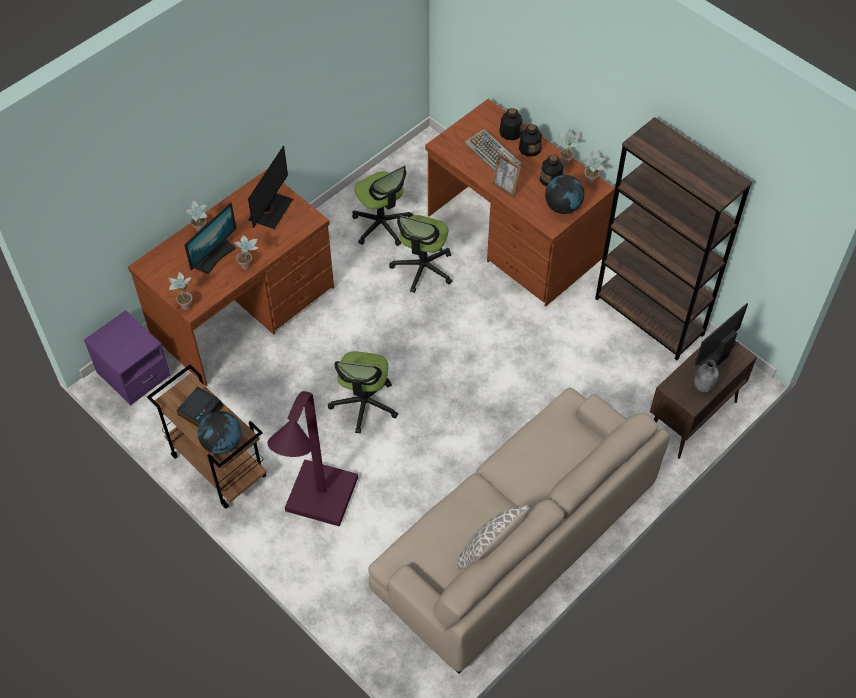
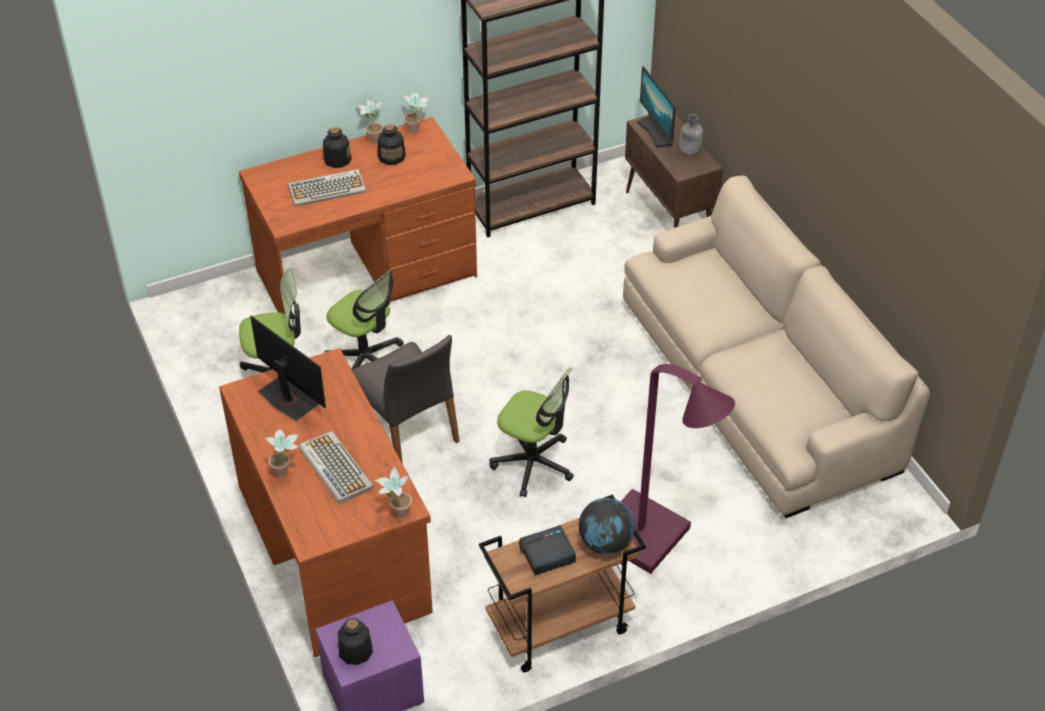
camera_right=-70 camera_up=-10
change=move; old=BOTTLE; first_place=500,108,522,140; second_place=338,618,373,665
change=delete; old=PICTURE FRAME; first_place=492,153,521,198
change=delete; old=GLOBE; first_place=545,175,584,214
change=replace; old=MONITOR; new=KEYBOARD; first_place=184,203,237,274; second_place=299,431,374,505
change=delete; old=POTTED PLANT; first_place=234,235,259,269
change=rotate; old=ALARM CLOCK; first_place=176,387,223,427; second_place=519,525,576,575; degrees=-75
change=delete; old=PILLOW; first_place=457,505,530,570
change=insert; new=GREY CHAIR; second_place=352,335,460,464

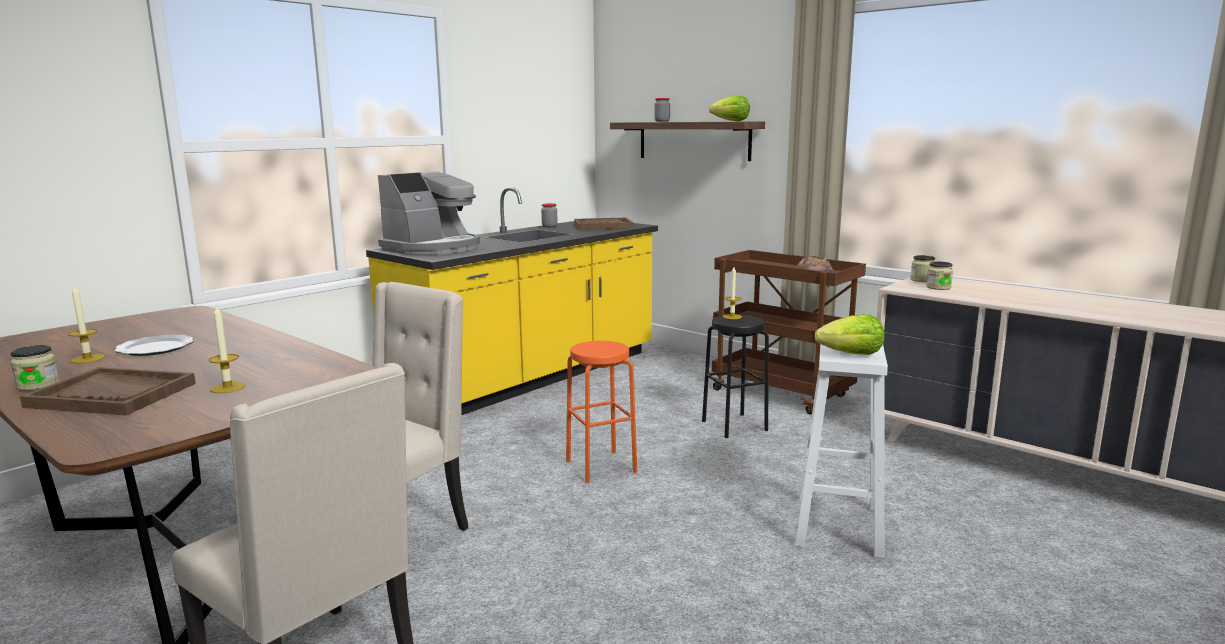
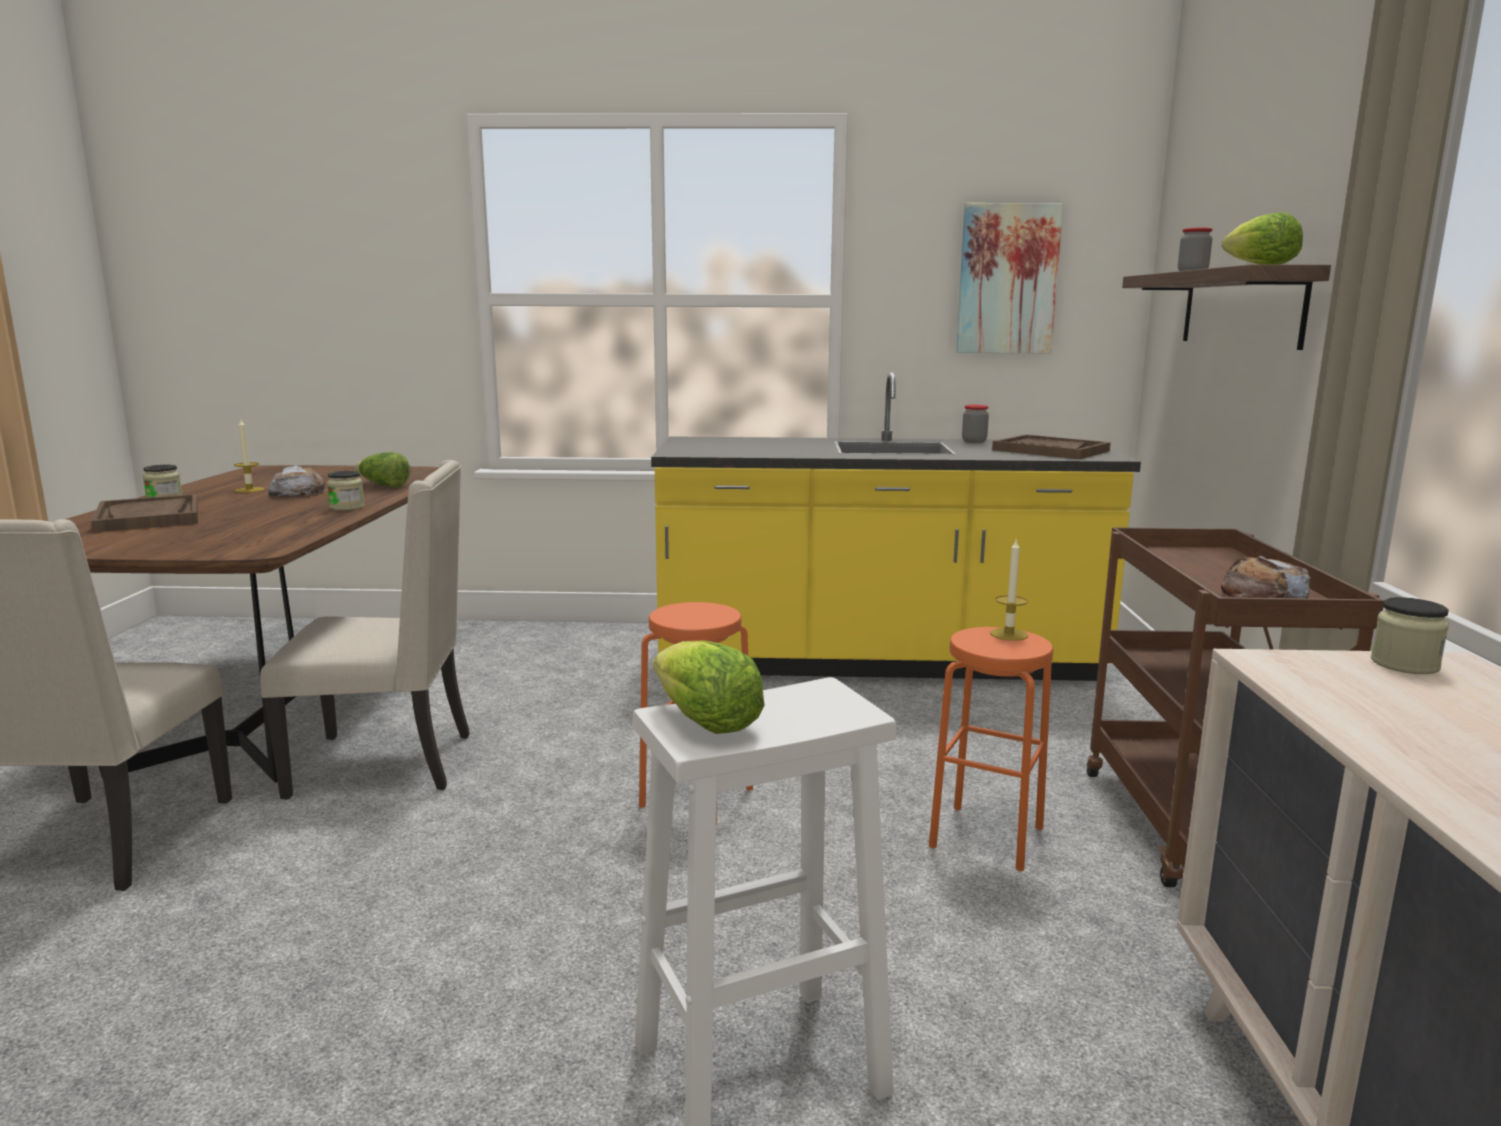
camera_right=50 camera_up=0
change=delete; old=COFFEE MACHINE; first_place=378,171,480,255
change=move; old=JAR; first_place=926,261,953,290; second_place=327,471,365,511
change=delete; old=CANDLE; first_place=209,304,245,393
change=recolor; old=BLACK STOOL; new=ORANGE STOOL; first_place=702,314,769,438; second_place=929,627,1053,871
change=replace; old=PLATE; new=BREAD; first_place=115,335,193,356; second_place=267,465,328,497
change=insert; new=PICTURE; second_place=956,203,1063,354
change=insert; new=LETTUCE; second_place=356,452,410,488

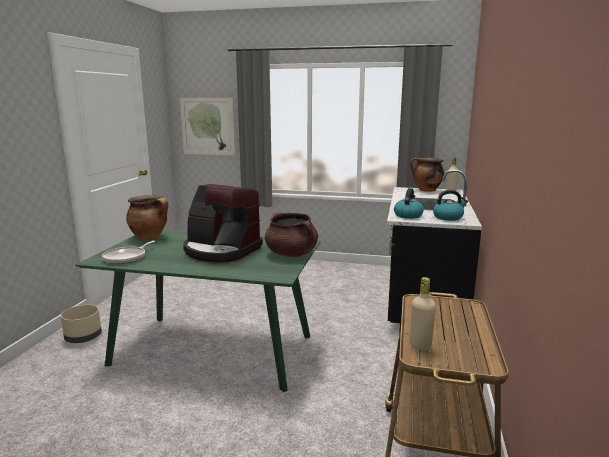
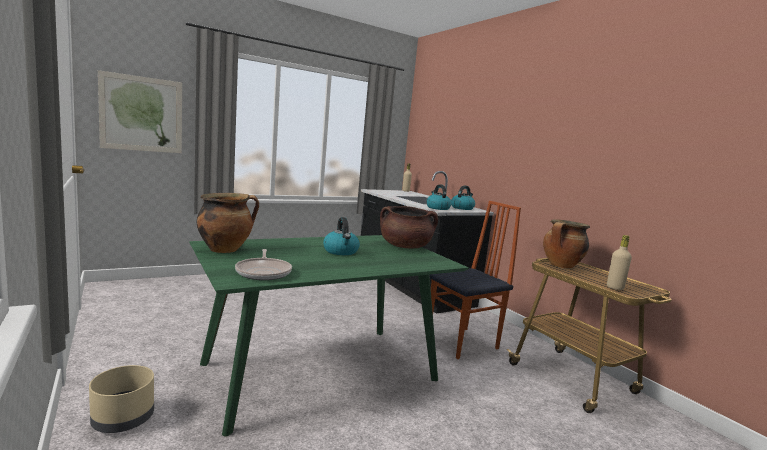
camera_right=-45 camera_up=-5
change=move; old=COOKING POT; first_place=410,158,444,192; second_place=543,219,590,269
change=replace; old=COFFEE MACHINE; new=KETTLE; first_place=183,184,263,263; second_place=323,217,360,255
change=insert; new=CHAIR; second_place=429,201,521,359

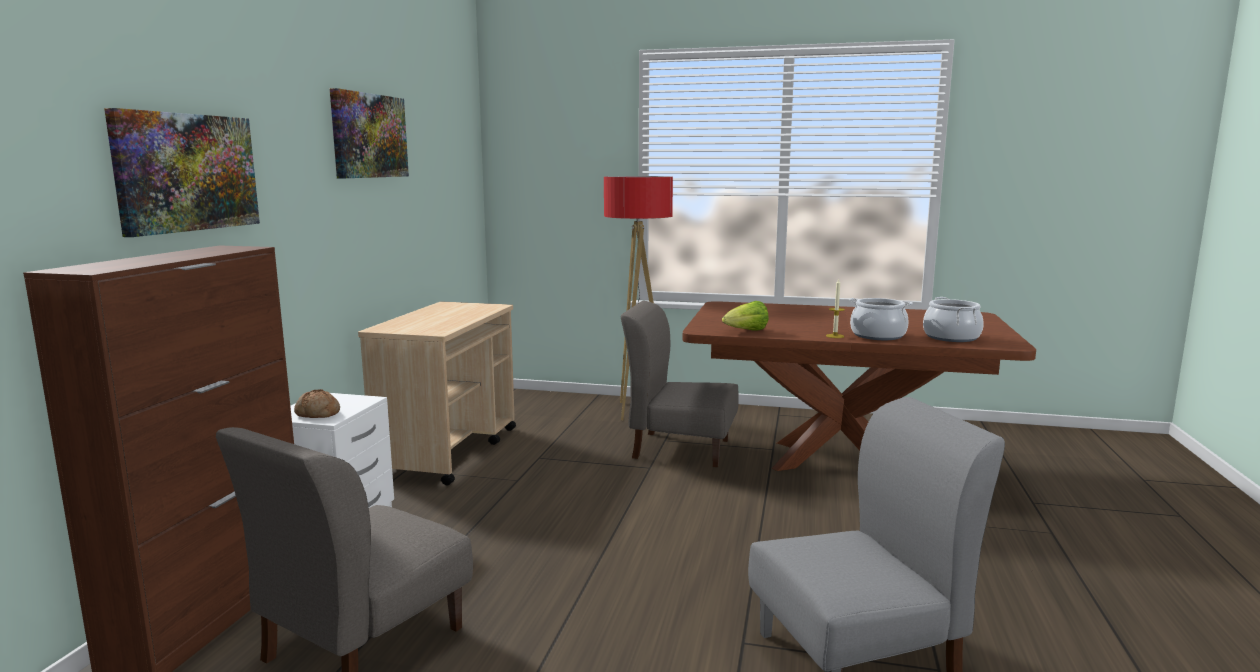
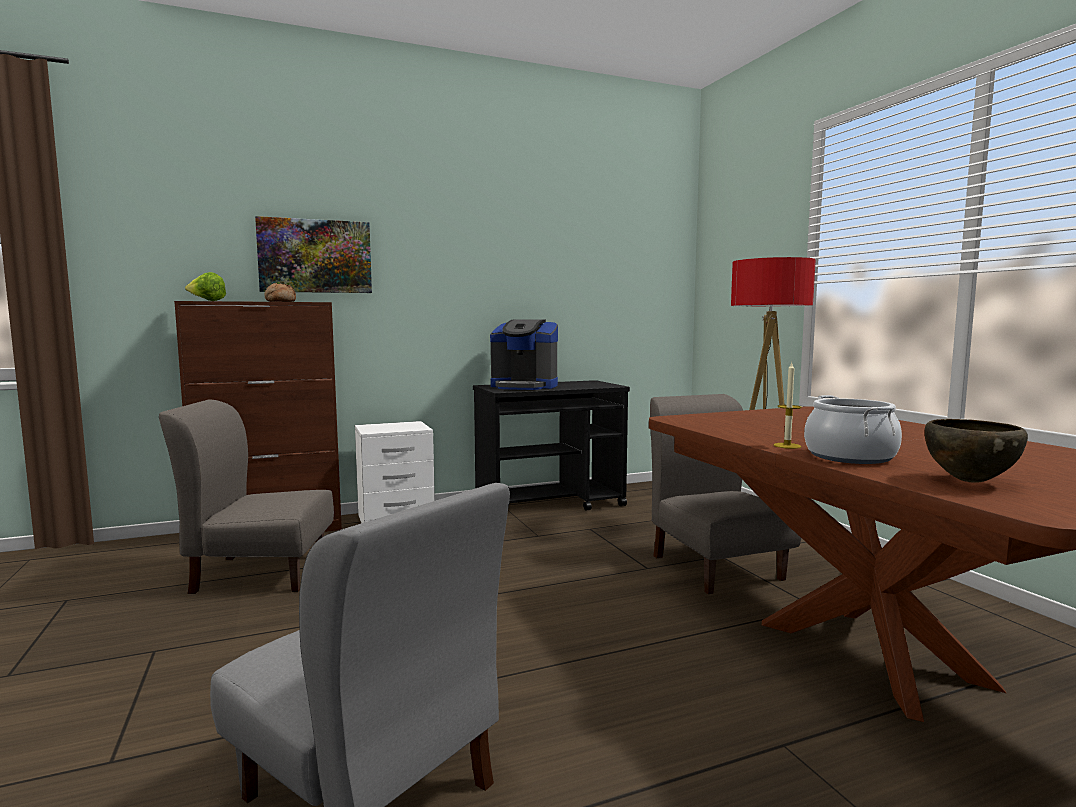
camera_right=55 camera_up=-5
change=delete; old=PICTURE; first_place=330,88,409,178
change=replace; old=COOKING POT; new=BROWN BOWL; first_place=923,297,984,342; second_place=925,419,1028,483
change=move; old=LETTUCE; first_place=722,301,769,331; second_place=185,272,226,301
change=recolor; old=BEIGE CART; new=BLACK CART; first_place=358,302,516,485; second_place=473,380,630,511
change=move; old=BREAD; first_place=294,389,340,418; second_place=264,283,296,302
change=insert; new=COFFEE MACHINE; second_place=490,319,558,390

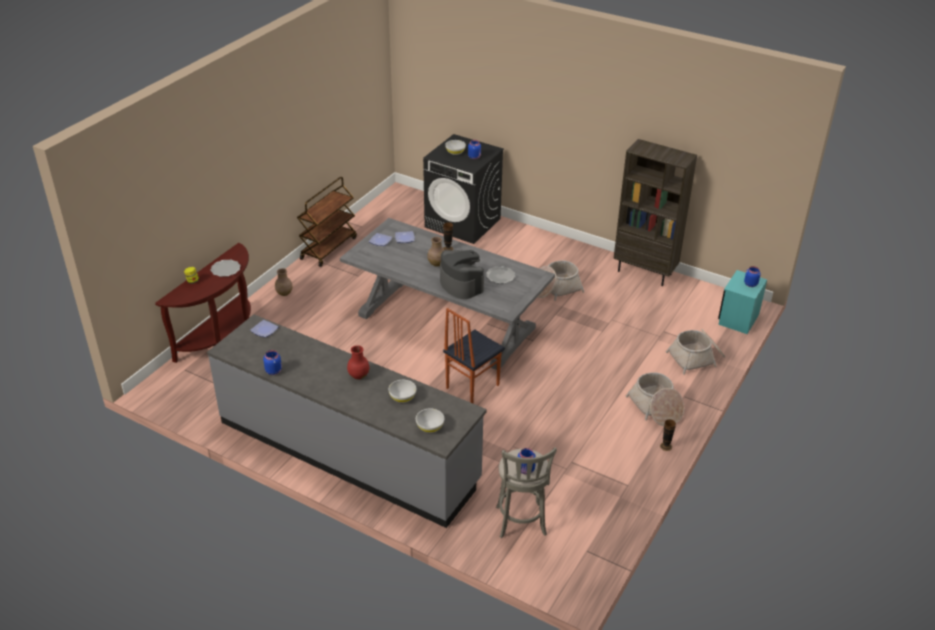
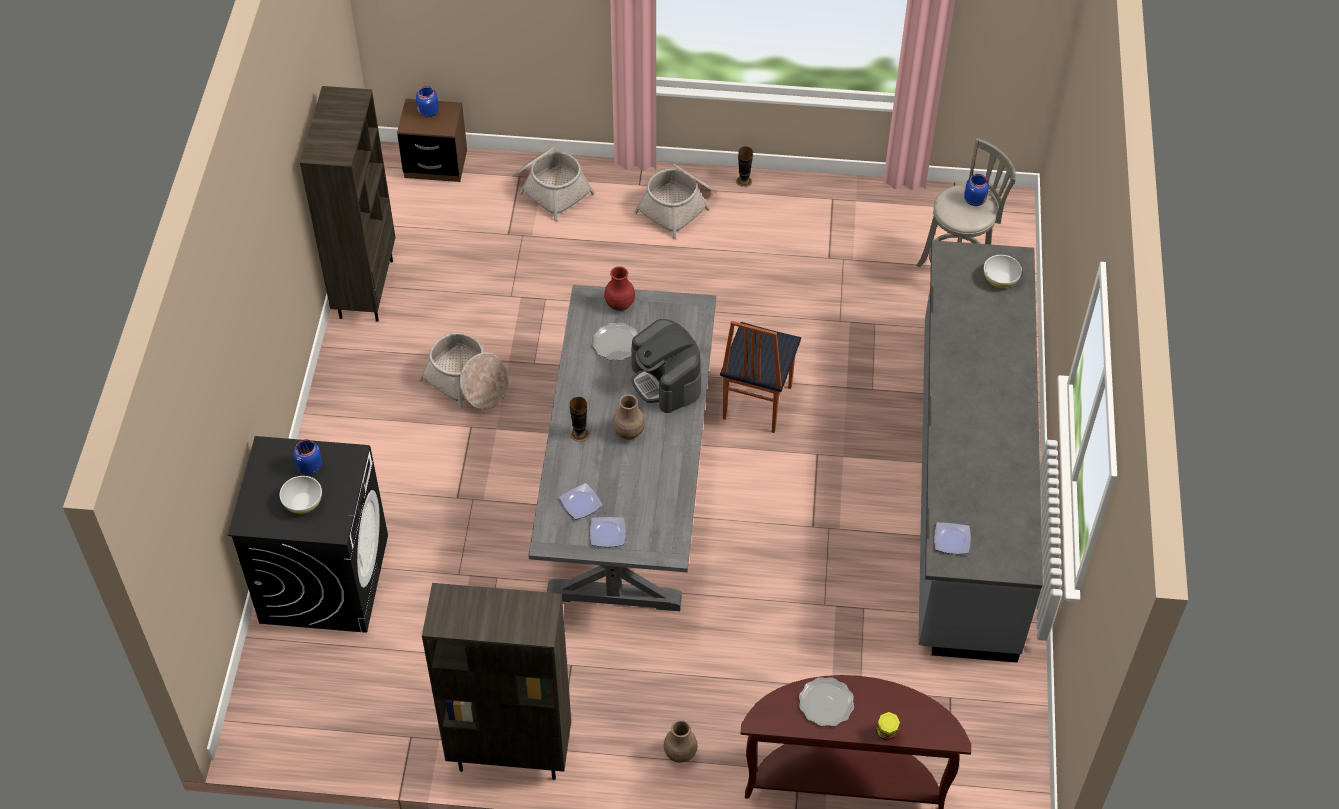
camera_right=-115 camera_up=15
change=replace; old=BROWN CART; new=BROWN BOOKCASE; first_place=297,177,357,267; second_place=422,583,571,780
change=rotate; old=COFFEE MACHINE; first_place=440,250,484,299; second_place=631,319,701,413; degrees=-60
change=recolor; old=TURQUOISE NIGHTSTAND; new=BROWN NIGHTSTAND; first_place=718,270,767,334; second_place=397,99,467,182
change=rotate; old=CHAIR; first_place=443,308,505,403; second_place=720,321,801,433; degrees=90
change=move; old=RED VASE; first_place=347,345,370,380; second_place=604,266,635,311
change=delete; old=BLUE JAR; first_place=263,350,282,375
change=delete; old=WHITE BOWL; first_place=388,380,416,403

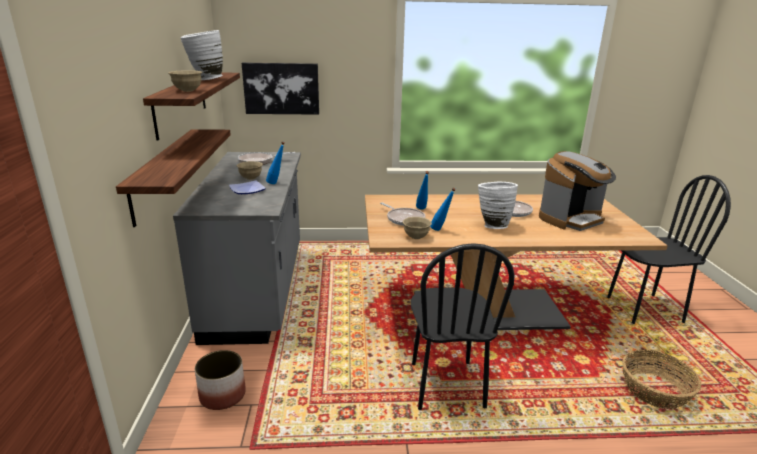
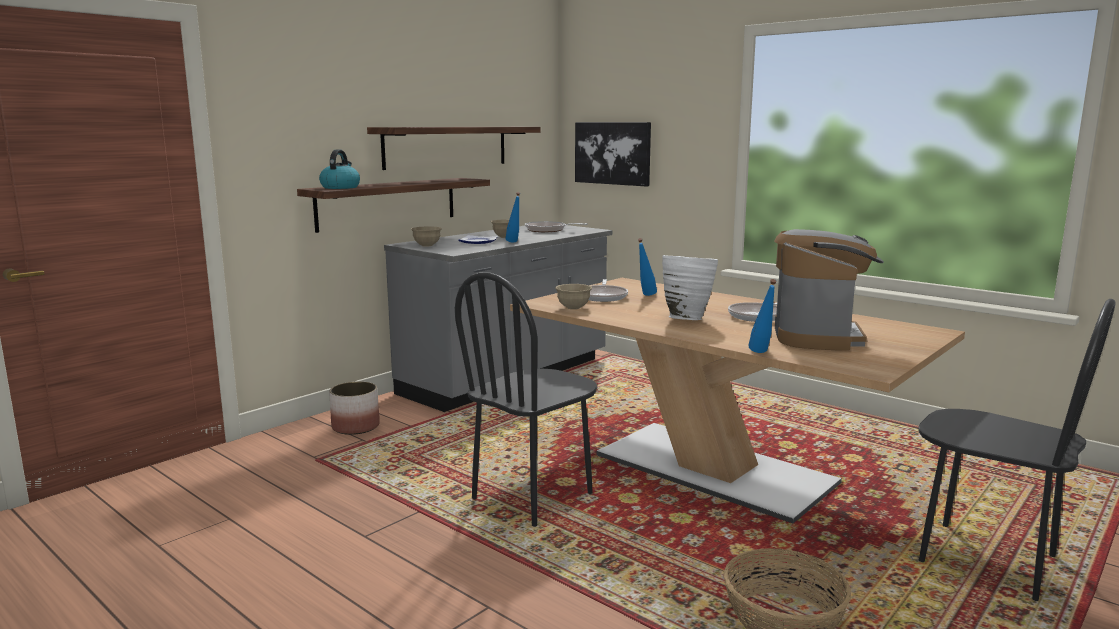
camera_right=45 camera_up=-10
change=delete; old=WHITE VASE; first_place=180,30,223,80
change=move; old=BEIGE BOWL; first_place=169,70,202,92; second_place=411,226,442,247
change=rotate; old=COFFEE MACHINE; first_place=539,151,616,231; second_place=774,229,884,351; degrees=-90
change=move; old=BLUE BOTTLE; first_place=430,188,456,231; second_place=748,279,777,353
change=insert; new=KETTLE; second_place=319,149,360,189

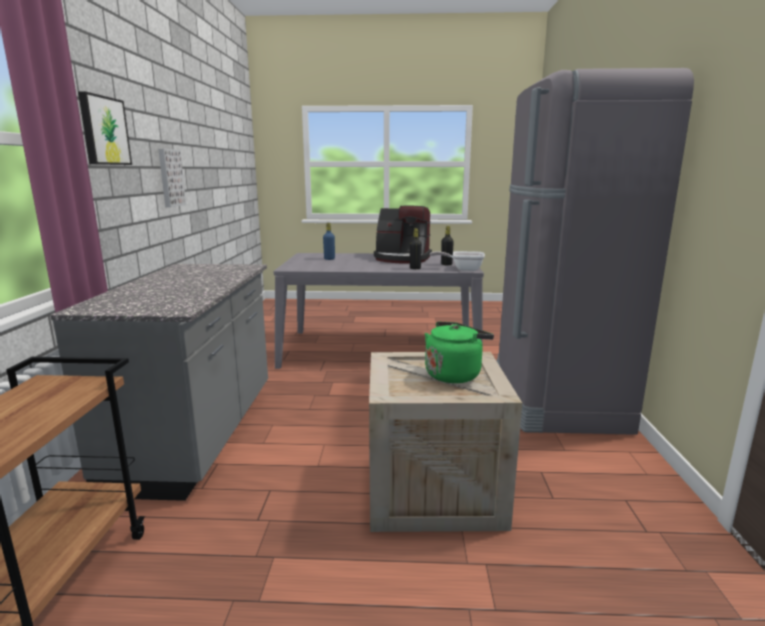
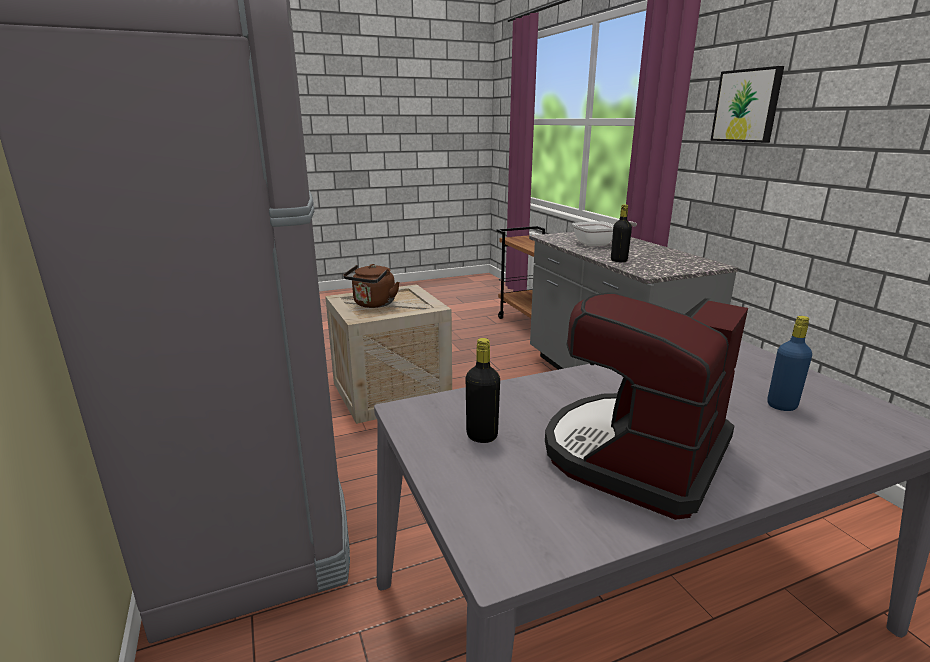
camera_right=155 camera_up=5
change=delete; old=PICTURE; first_place=158,149,186,207
change=rotate; old=COFFEE MACHINE; first_place=374,206,432,264; second_place=545,292,748,520; degrees=-45
change=move; old=BLACK BOTTLE; first_place=410,228,422,269; second_place=611,204,632,262
change=move; old=FRYING PAN; first_place=430,251,485,271; second_place=572,221,637,246
change=recolor; old=GREEN KETTLE; new=BROWN KETTLE; first_place=425,321,494,383; second_place=343,264,400,308

